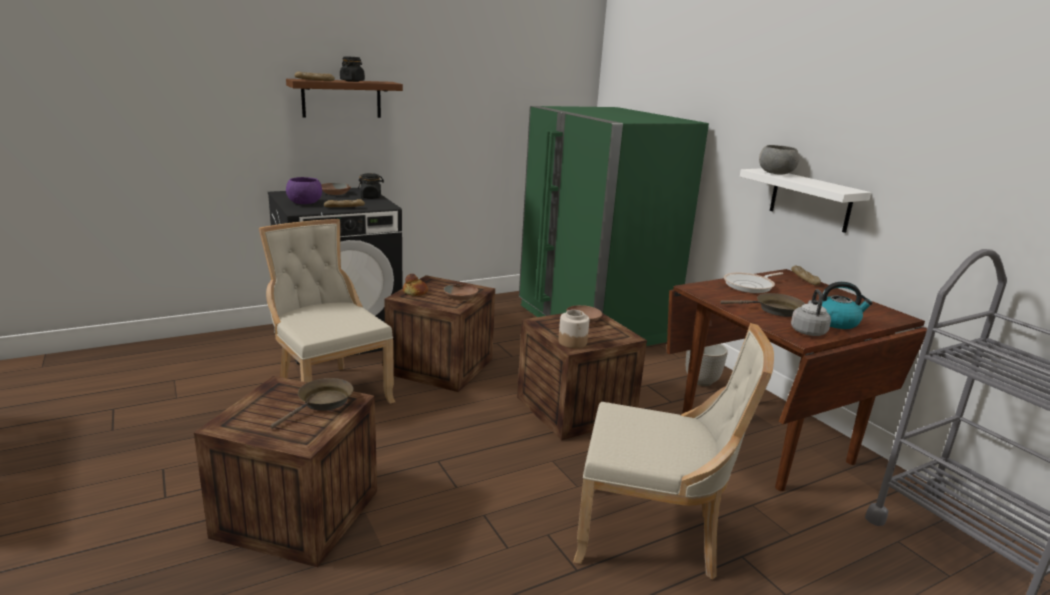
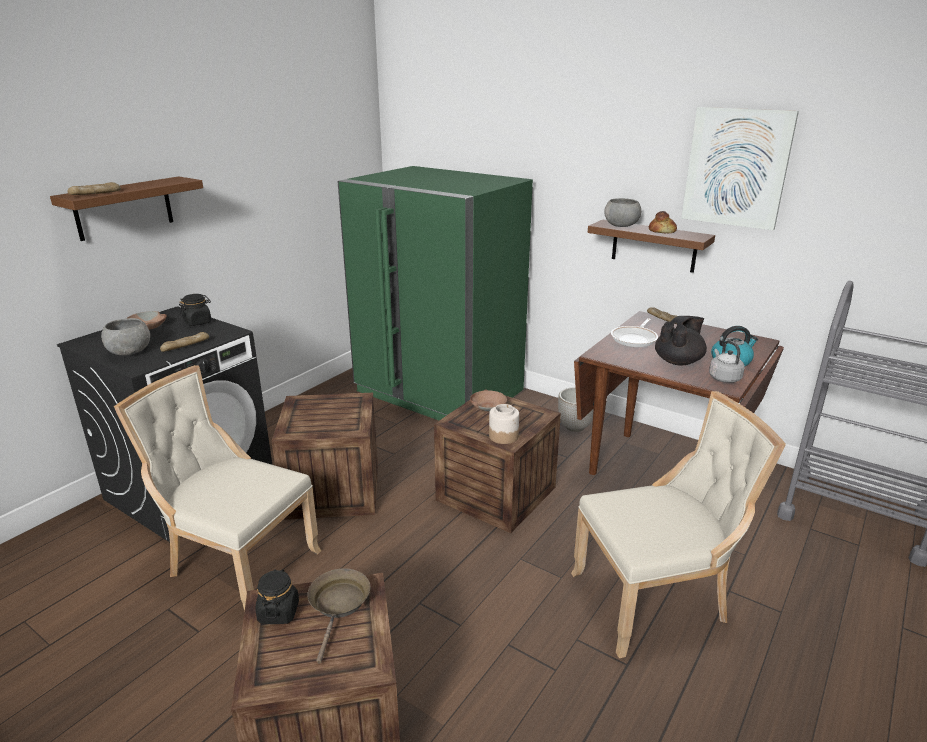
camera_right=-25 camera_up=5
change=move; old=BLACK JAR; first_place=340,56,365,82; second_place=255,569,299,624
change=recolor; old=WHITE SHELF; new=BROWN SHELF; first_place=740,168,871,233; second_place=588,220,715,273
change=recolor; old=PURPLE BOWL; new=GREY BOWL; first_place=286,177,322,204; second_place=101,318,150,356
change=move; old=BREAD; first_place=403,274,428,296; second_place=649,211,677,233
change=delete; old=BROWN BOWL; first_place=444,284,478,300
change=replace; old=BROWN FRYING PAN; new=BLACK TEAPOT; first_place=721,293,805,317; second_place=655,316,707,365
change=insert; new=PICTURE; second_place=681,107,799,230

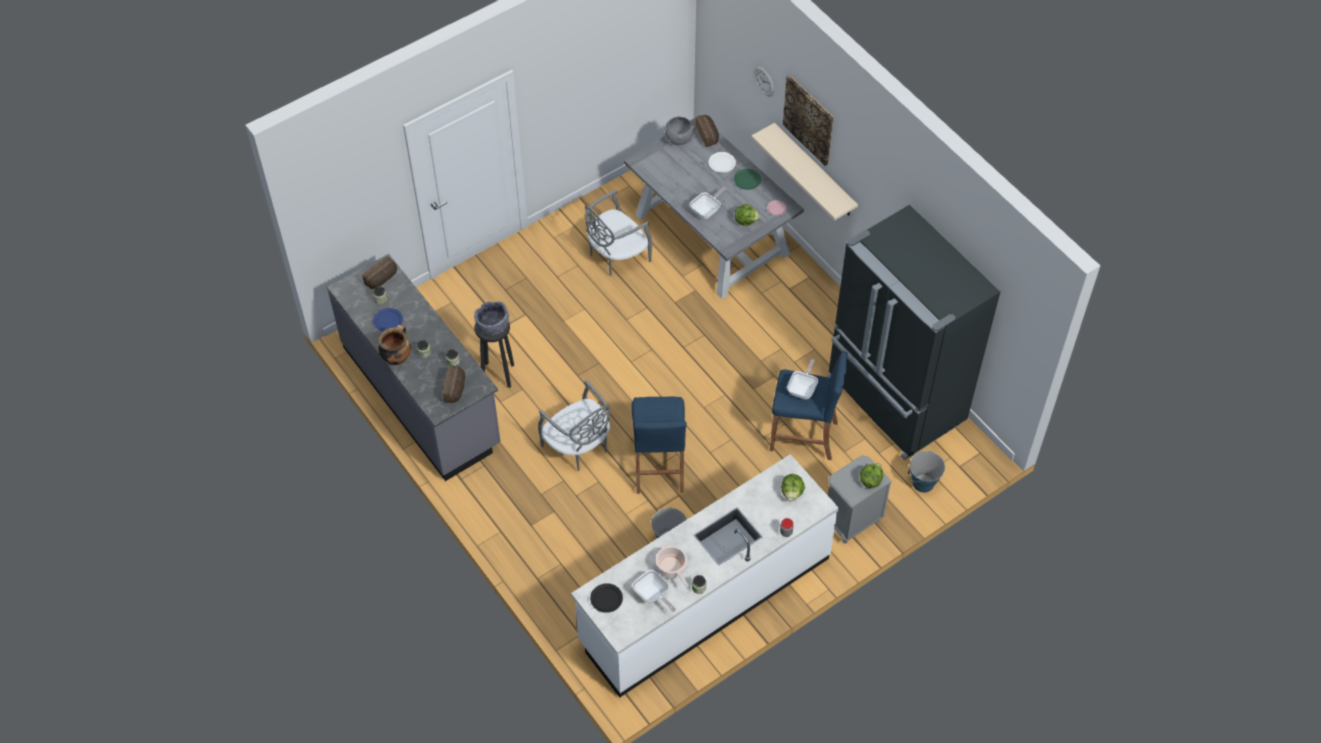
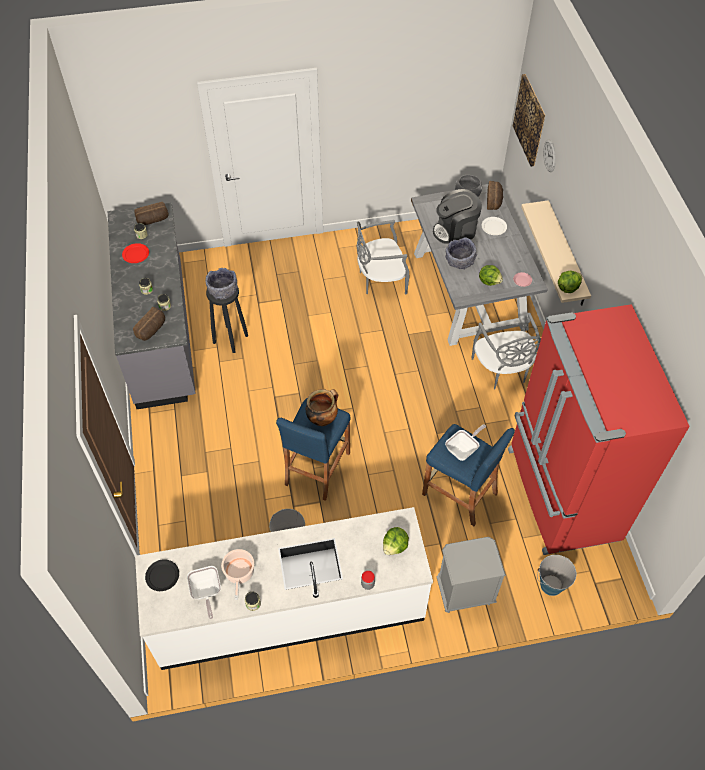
camera_right=25 camera_up=0
change=move; old=PICTURE; first_place=783,75,834,166; second_place=513,74,545,167
change=delete; old=GREEN PLATE; first_place=734,169,761,190
change=replace; old=FRYING PAN; new=GREY BOWL; first_place=690,187,727,219; second_place=445,237,477,270
change=recolor; old=BLACK FRIDGE; new=RED FRIDGE; first_place=827,205,1000,460; second_place=508,304,690,555
change=recolor; old=BLUE PLATE; new=RED PLATE; first_place=373,308,403,331; second_place=122,243,149,263
change=move; old=COOKING POT; first_place=378,324,411,365; second_place=306,389,338,426
change=move; old=GREY CHAIR; first_place=538,380,610,471; second_place=472,313,541,389
change=move; old=LETTUCE; first_place=860,463,883,488; second_place=558,271,582,293
change=insert; new=COFFEE MACHINE; second_place=433,189,482,244

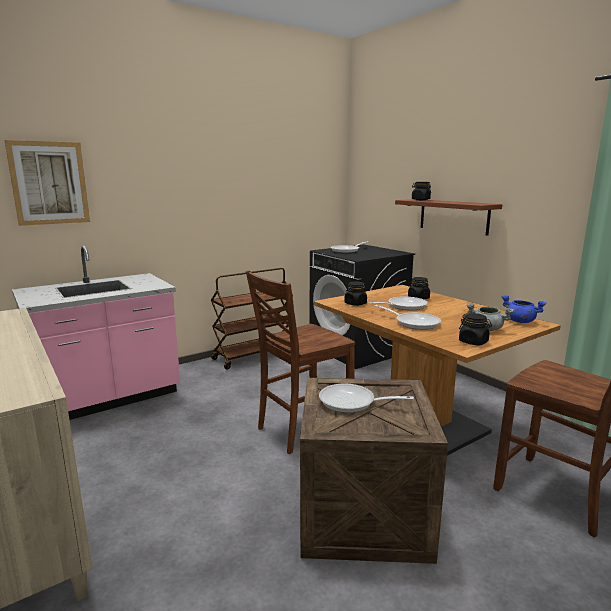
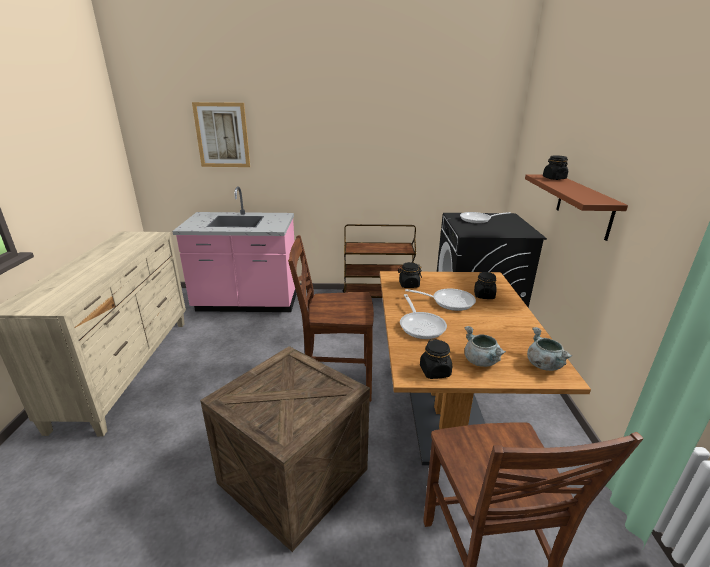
camera_right=35 camera_up=10
change=recolor; old=BLUE COOKING POT; new=GREY COOKING POT; first_place=501,295,546,323; second_place=527,327,573,371
change=delete; old=FRYING PAN; first_place=319,384,414,413

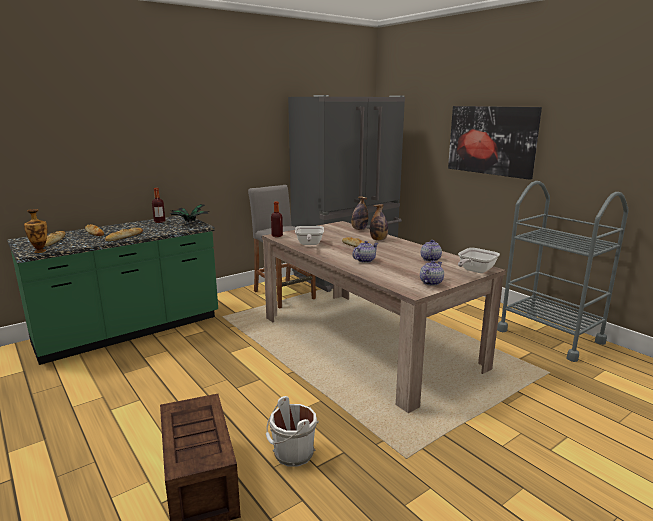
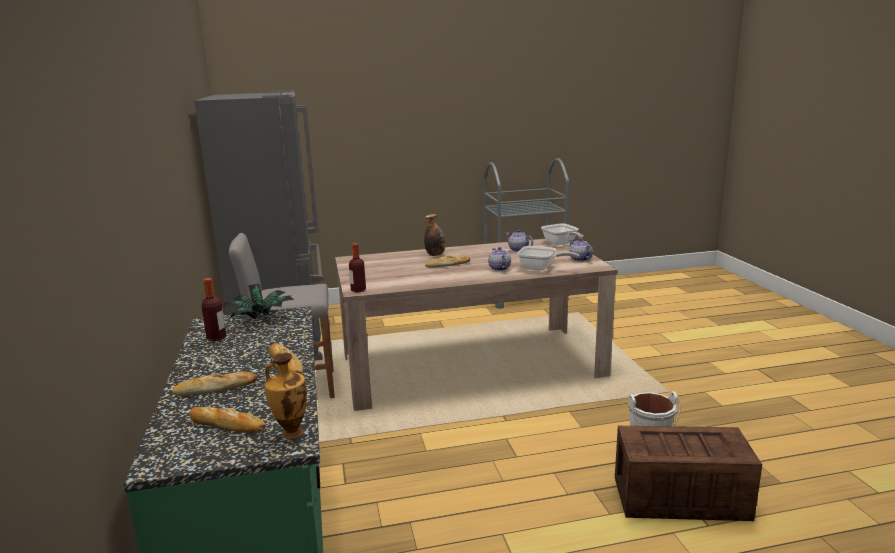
camera_right=-65 camera_up=0
change=delete; old=PICTURE; first_place=448,106,542,180
change=delete; old=BOTTLE; first_place=351,196,368,230
change=move; old=FRYING PAN; first_place=295,226,324,245; second_place=517,246,579,271

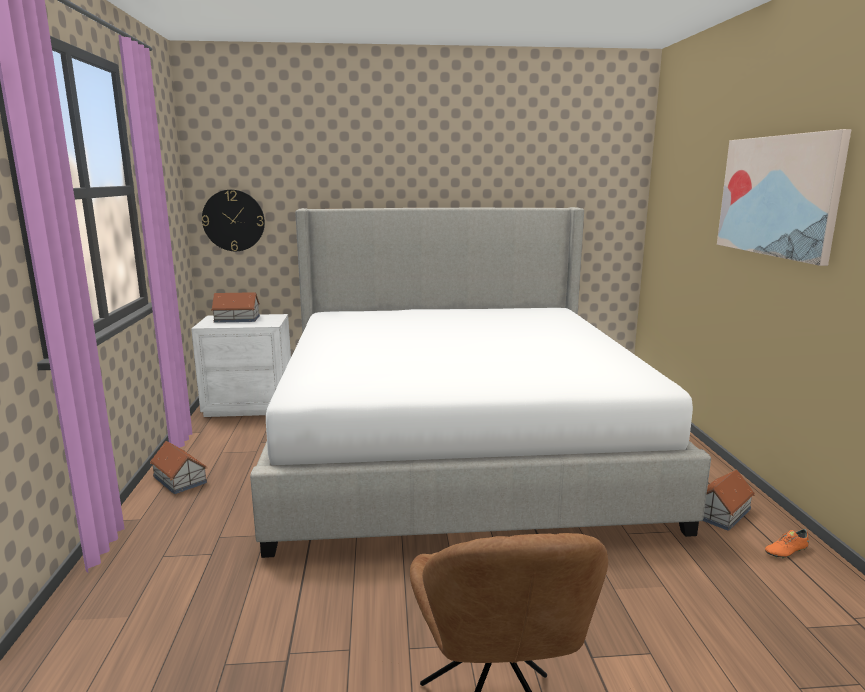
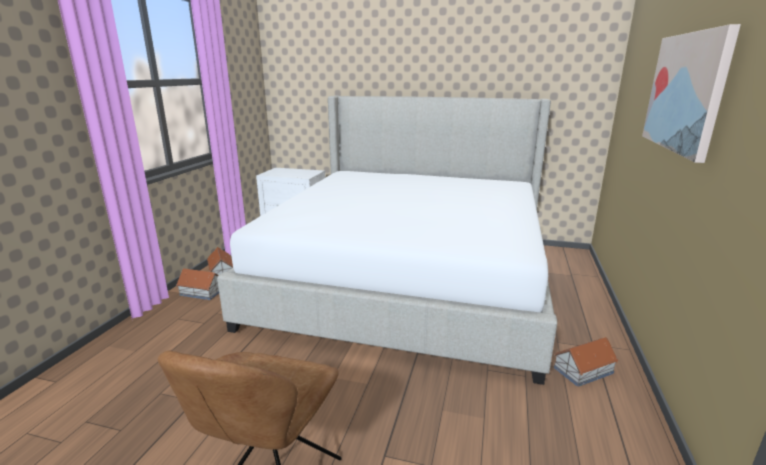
camera_right=20 camera_up=5
change=delete; old=WALL CLOCK; first_place=202,190,265,251
change=move; old=TOY HOUSE; first_place=211,292,260,323; second_place=176,268,219,300
change=delete; old=ORANGE SHOE; first_place=765,529,809,558

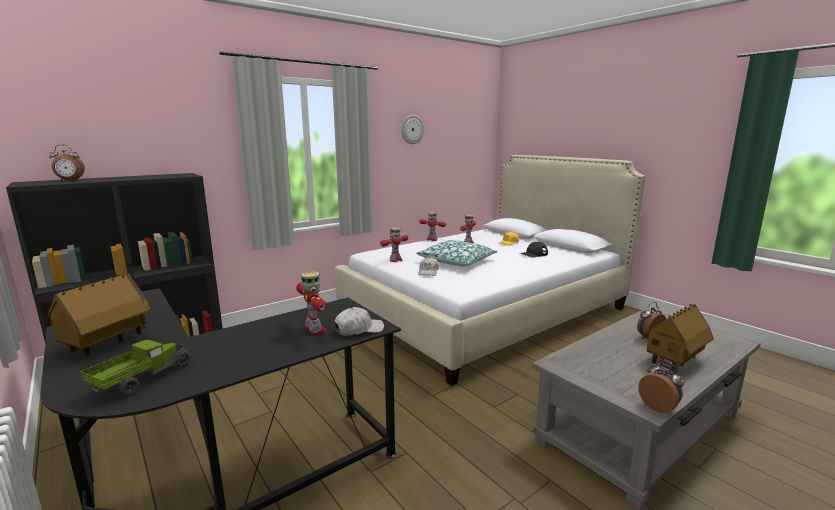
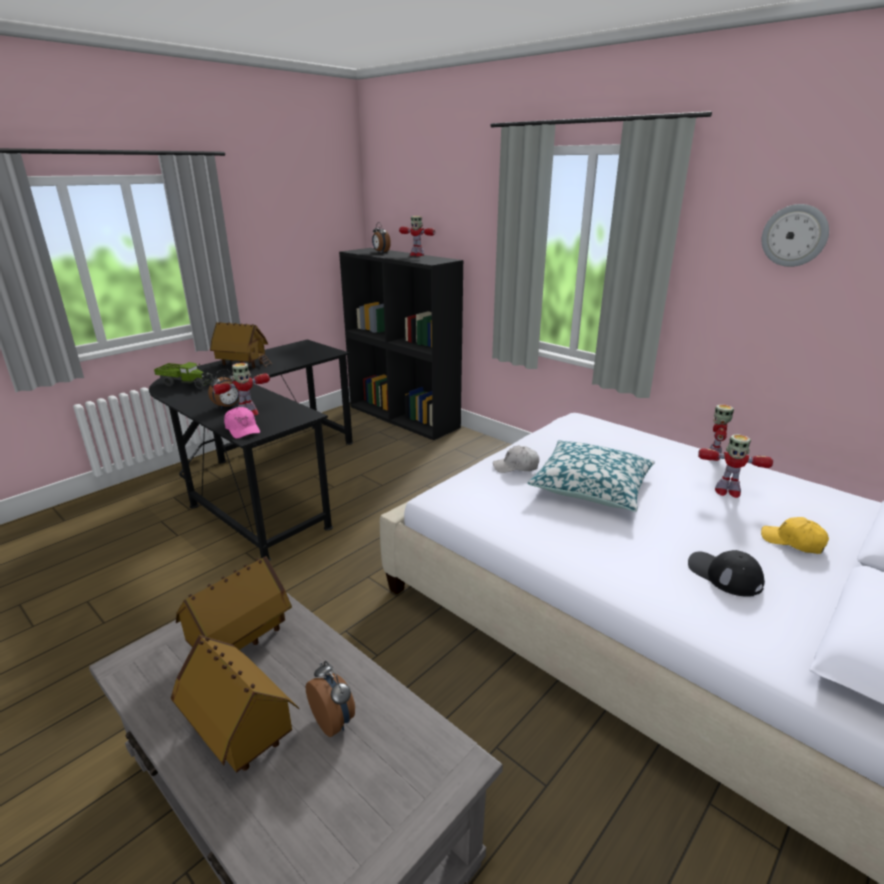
camera_right=80 camera_up=10
change=move; old=TOY ROBOT; first_place=380,227,408,262; second_place=399,216,435,256
change=recolor; old=WHITE CAP; new=PINK CAP; first_place=334,307,384,336; second_place=224,407,260,439
change=move; old=ALARM CLOCK; first_place=638,360,684,413; second_place=208,369,239,409
change=insert; new=TOY HOUSE; second_place=176,556,292,650

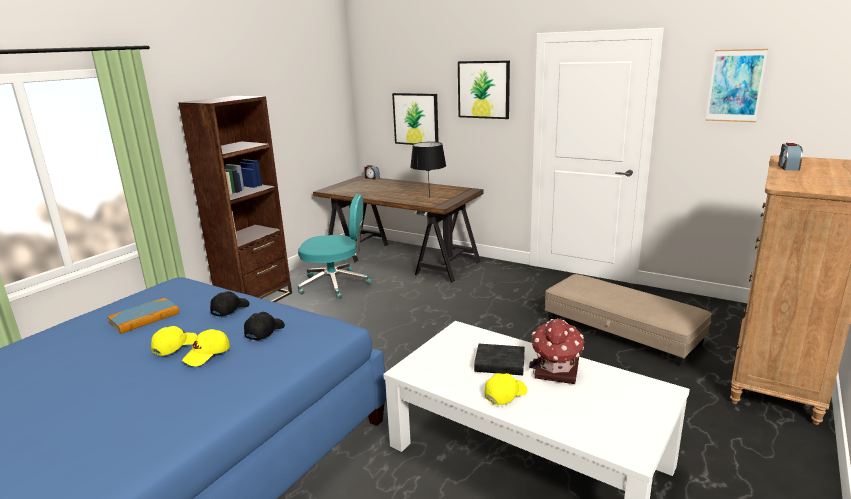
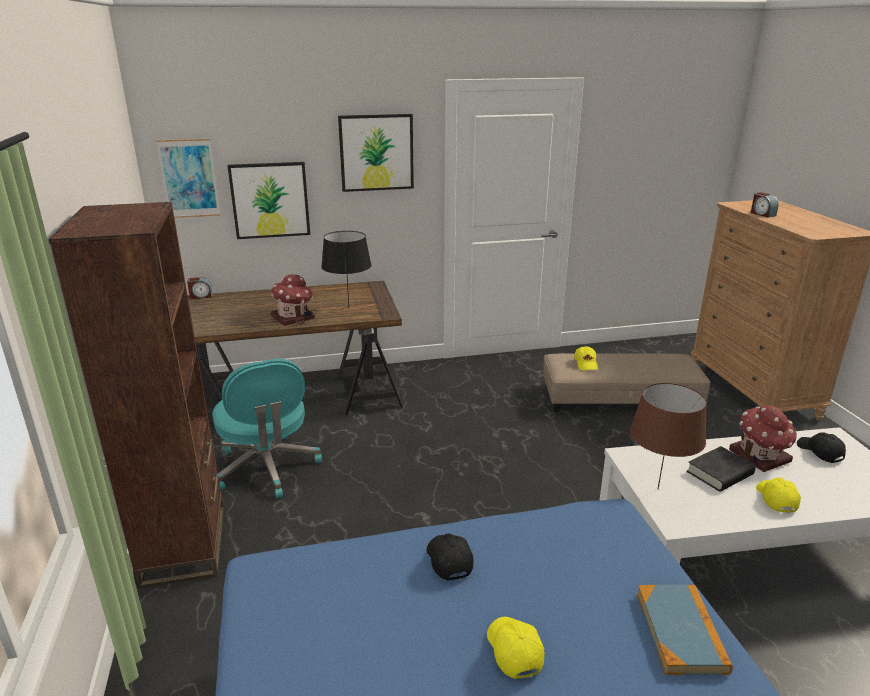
camera_right=-45 camera_up=5
change=move; old=PICTURE; first_place=706,49,768,122; second_place=156,138,221,218
change=rotate; old=TURQUOISE OFFICE CHAIR; first_place=298,194,372,299; second_place=212,358,322,498; degrees=105
change=move; old=BOOK; first_place=107,298,179,334; second_place=637,585,733,675
change=move; old=BLACK CAP; first_place=244,312,285,341; second_place=797,432,846,463
change=move; old=YELLOW CAP; first_place=182,329,230,366; second_place=574,346,598,370
change=insert; new=TOY HOUSE; second_place=270,274,315,326
change=insert; new=BROWN TABLE LAMP; second_place=630,383,707,490

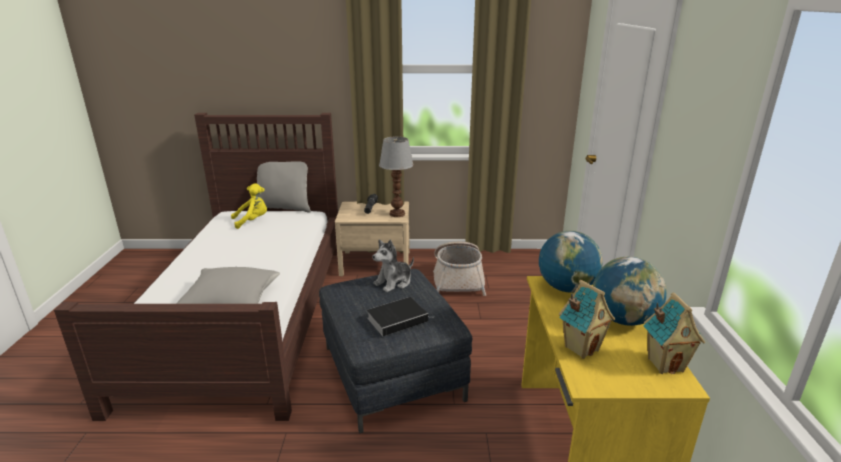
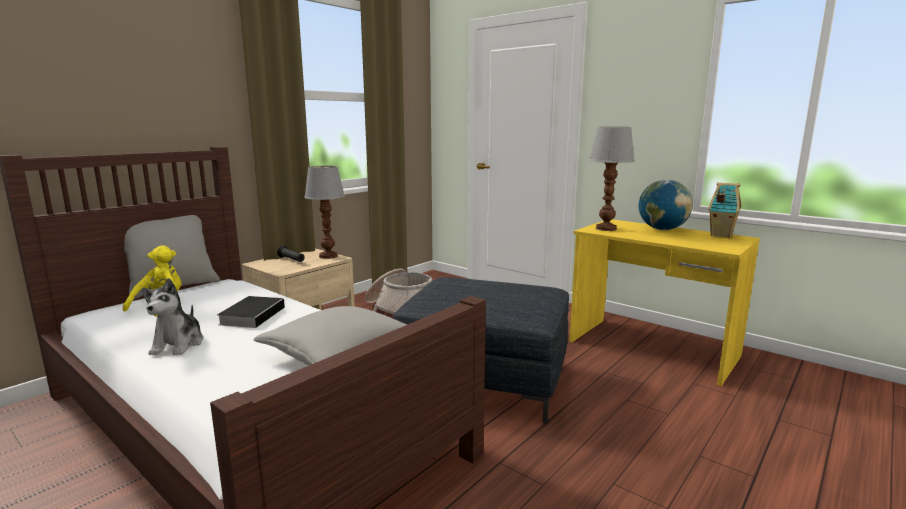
camera_right=-50 camera_up=-10
change=replace; old=GLOBE; new=TABLE LAMP; first_place=539,231,603,293; second_place=589,127,635,231
change=move; old=PLUSH TOY; first_place=373,240,414,292; second_place=142,278,204,355
change=delete; old=TOY HOUSE; first_place=559,280,615,359
change=move; old=BOOK; first_place=367,297,435,336; second_place=217,296,286,328

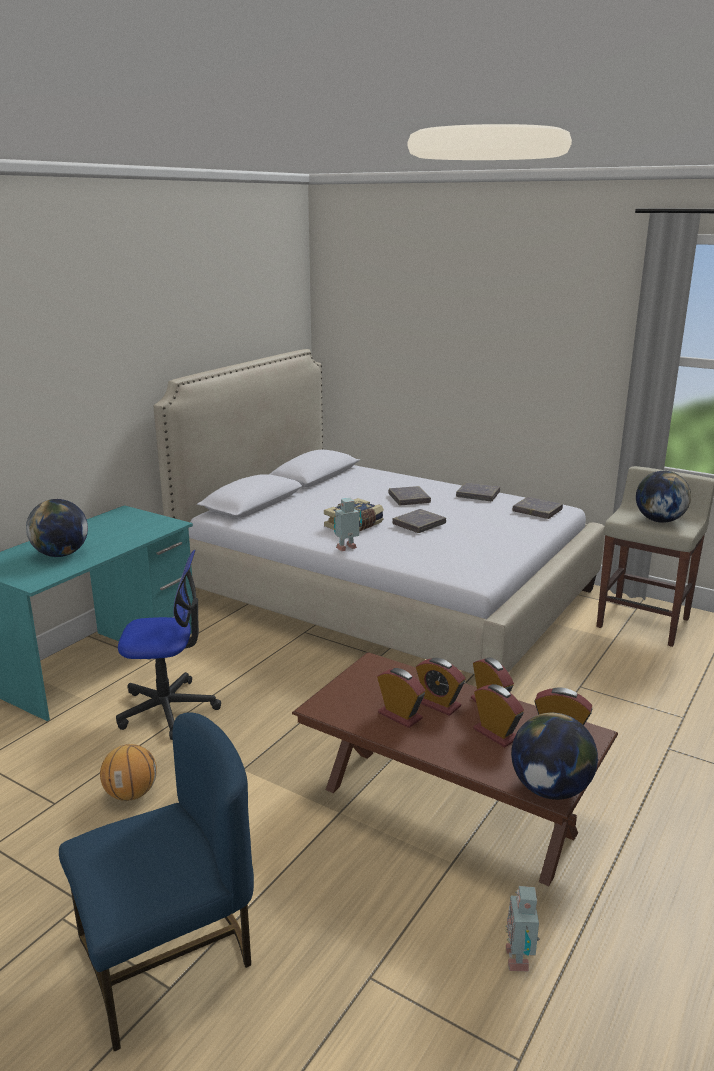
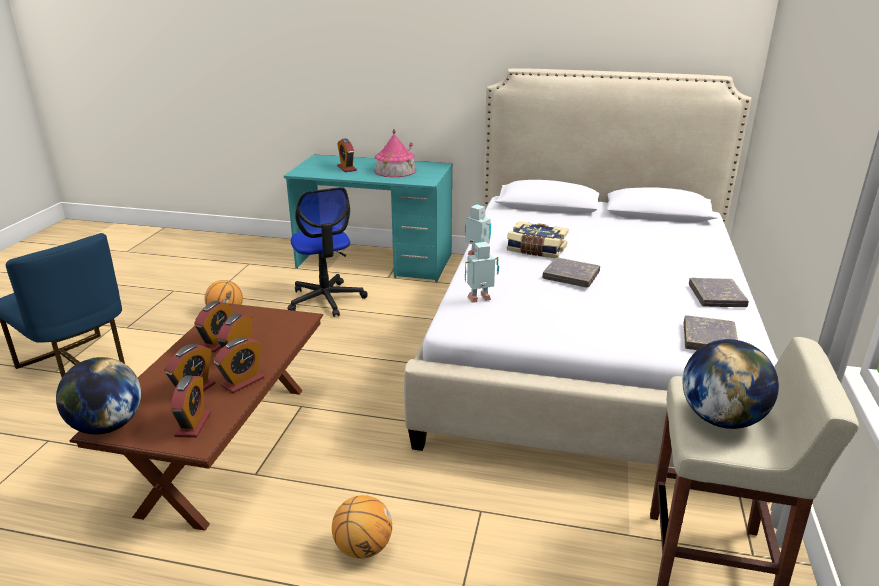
camera_right=70 camera_up=5
change=delete; old=GREY BOOK; first_place=389,486,431,505
change=replace; old=GLOBE; new=ALARM CLOCK; first_place=26,499,88,557; second_place=337,138,357,172
change=move; old=TOY ROBOT; first_place=505,886,540,971; second_place=465,242,499,303
change=insert; new=TOY HOUSE; second_place=374,129,416,177
change=insert; new=BASKETBALL; second_place=332,495,392,559

